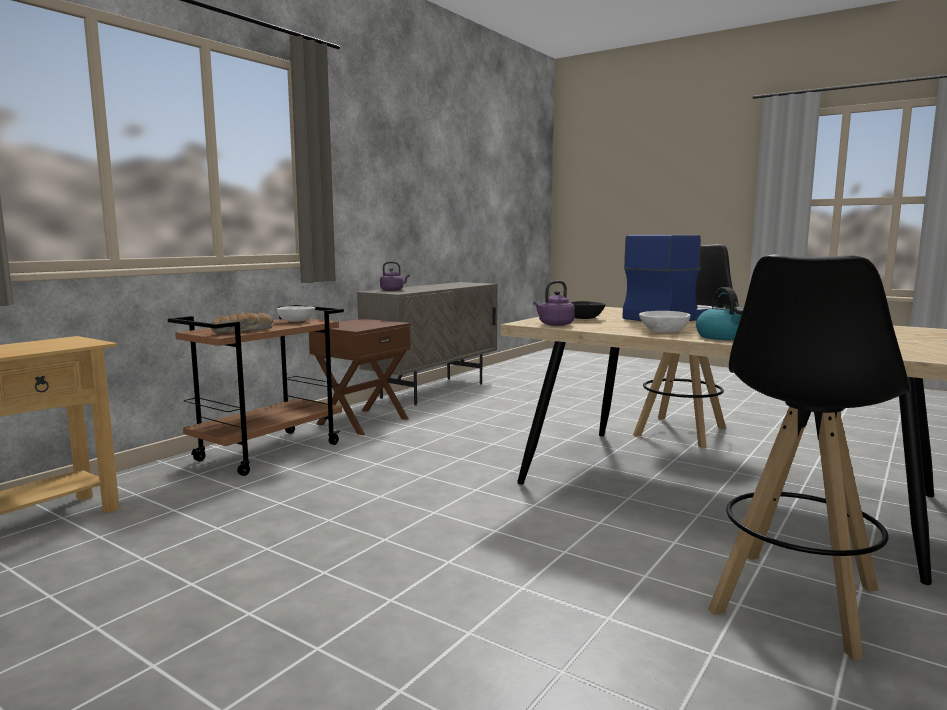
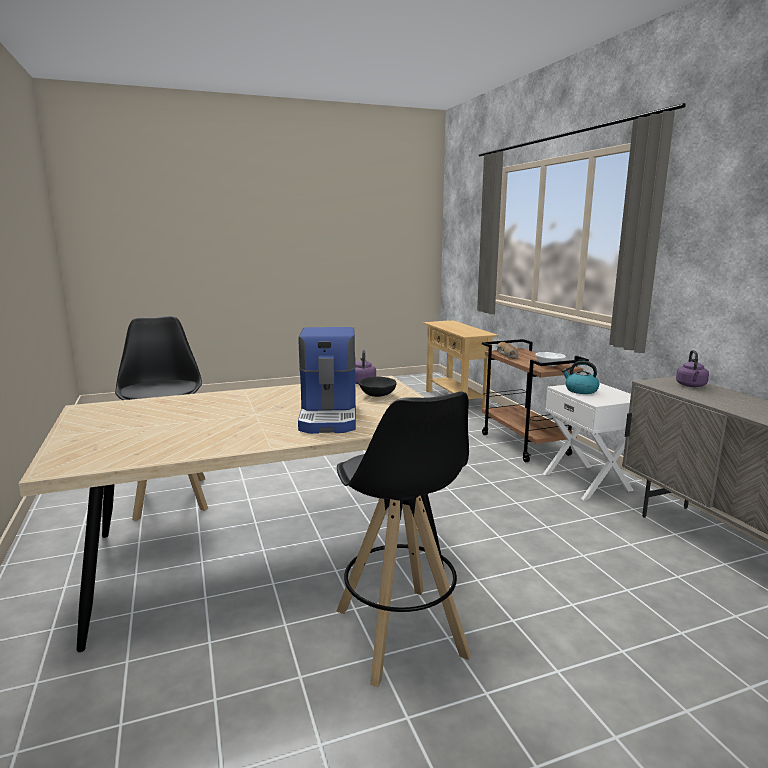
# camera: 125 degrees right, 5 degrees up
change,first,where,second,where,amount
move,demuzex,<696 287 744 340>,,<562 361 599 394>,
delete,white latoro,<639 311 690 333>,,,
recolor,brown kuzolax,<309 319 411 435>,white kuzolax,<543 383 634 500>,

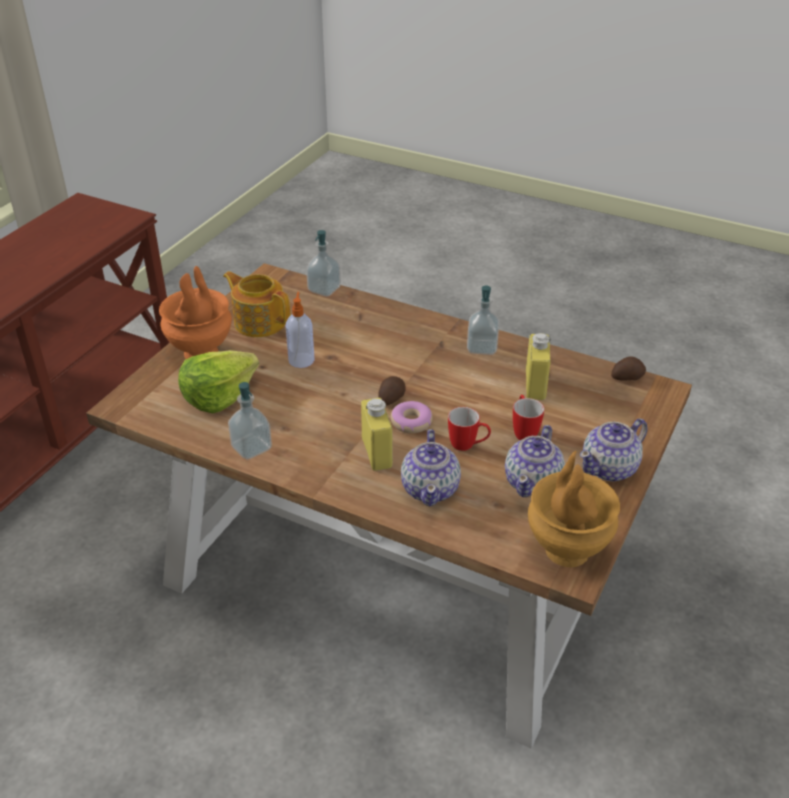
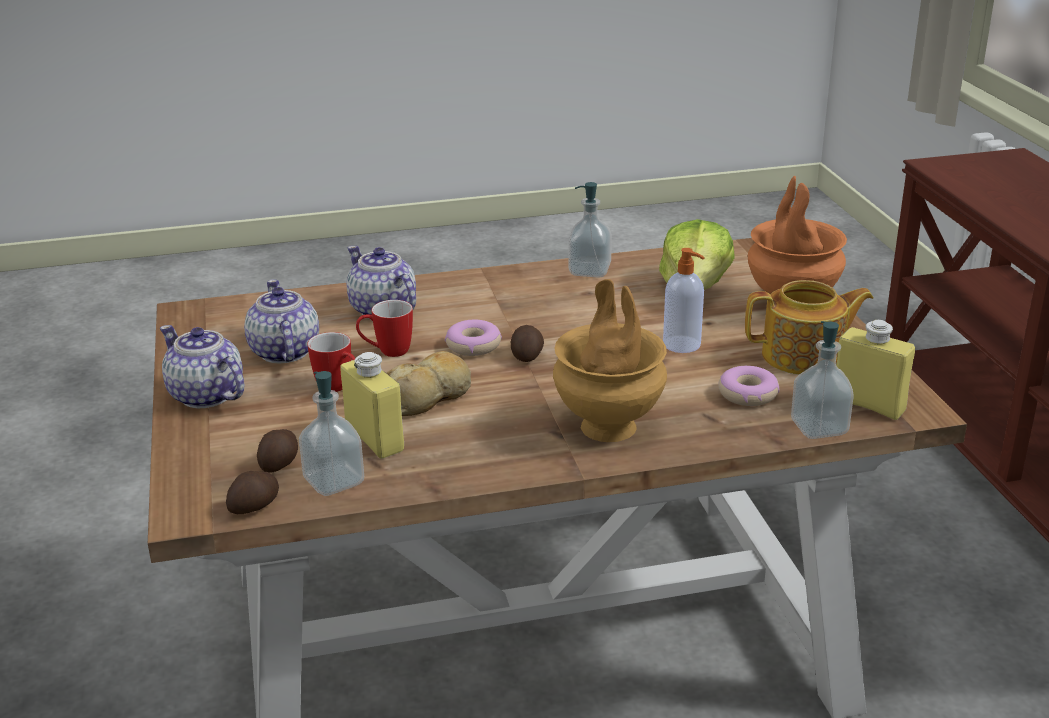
# camera: 140 degrees right, 10 degrees down
change,first,where,second,where,amount
move,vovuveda,<467 286 499 355>,,<299 371 364 496>,
move,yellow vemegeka,<361 398 393 471>,,<837 320 915 420>,
rotate,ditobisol,<580 418 647 482>,,<160 325 244 408>,60 degrees counterclockwise
move,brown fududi,<528 451 620 567>,,<553 279 667 442>,
insert,,,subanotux,<387 351 471 416>,
insert,,,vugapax,<718 366 780 406>,
insert,,,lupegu,<257 429 298 472>,

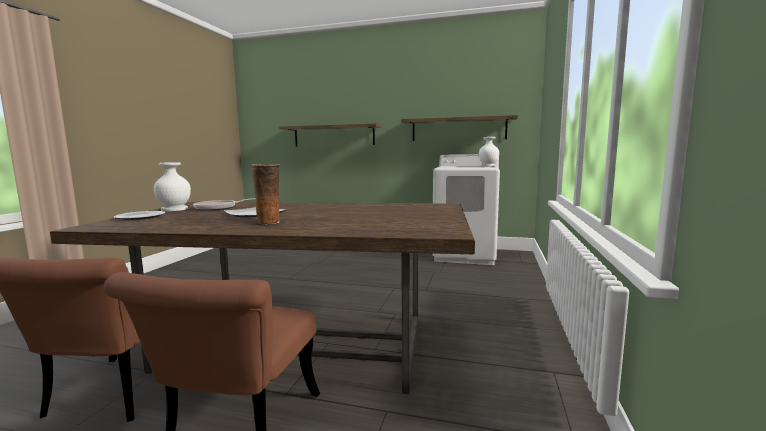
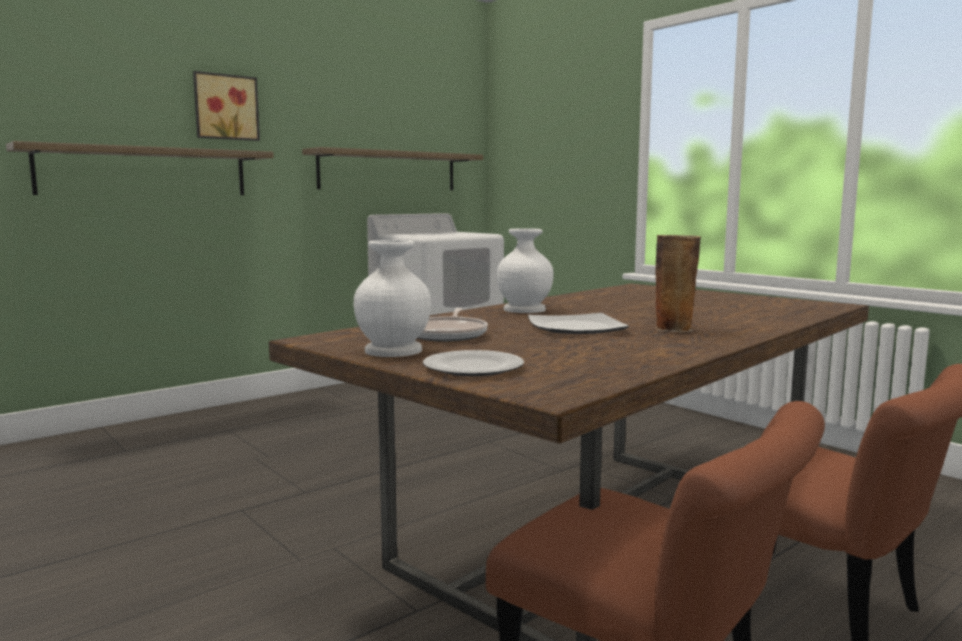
# camera: 55 degrees left, 0 degrees up
change,first,where,second,where,amount
move,white fududi,<479 137 499 167>,,<497 228 554 313>,
insert,,,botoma,<193 71 260 141>,

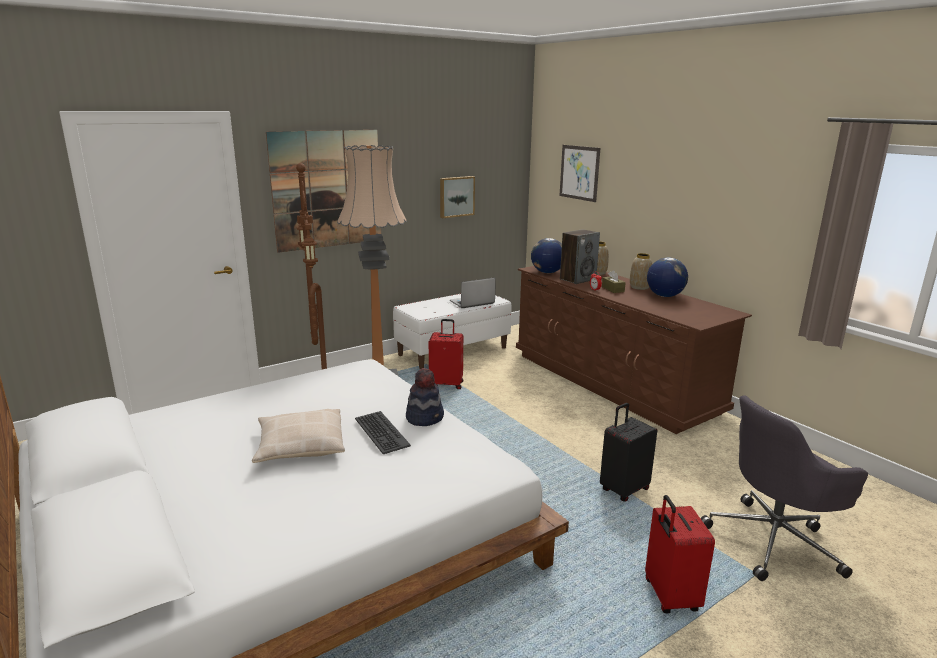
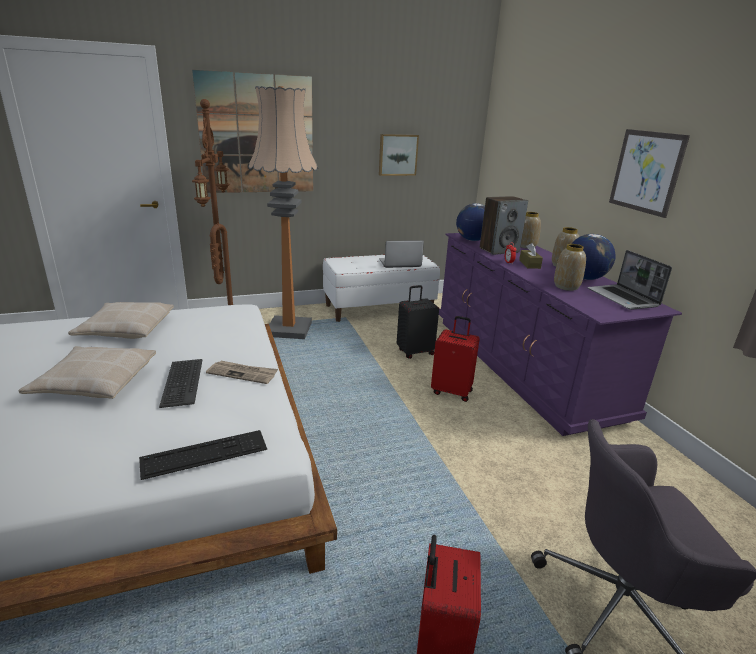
# camera: 15 degrees right, 5 degrees up
change,first,where,second,where,amount
move,botoma,<559 145 600 202>,,<609 129 690 218>,
recolor,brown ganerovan,<516 266 752 434>,purple ganerovan,<439 233 682 436>,
move,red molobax,<429 319 463 389>,,<431 316 480 402>,
replace,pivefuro,<406 368 444 426>,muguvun,<206 361 278 384>,
move,black molobax,<600 403 657 502>,,<397 285 439 359>,
insert,,,fududi,<554 244 586 291>,
insert,,,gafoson,<588 250 672 310>,
insert,,,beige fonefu,<68 302 174 339>,
insert,,,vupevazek,<139 430 267 480>,

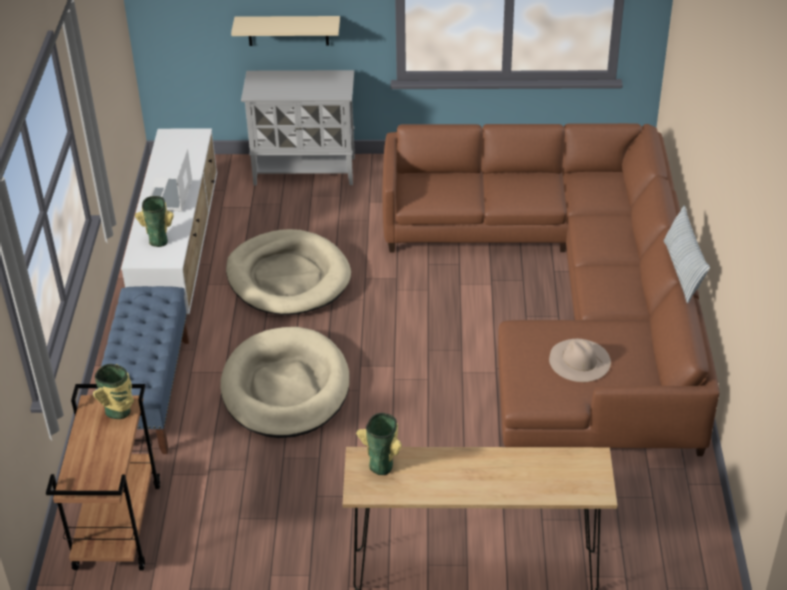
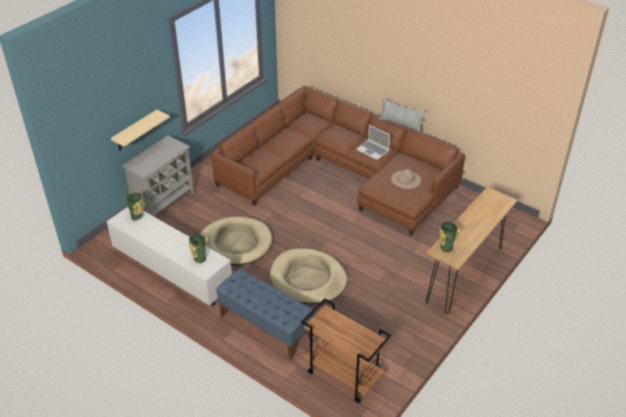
# camera: 55 degrees left, 0 degrees up
change,first,where,second,where,amount
move,gafoson,<148 149 193 211>,,<356 125 390 160>,
move,fududi,<93 364 134 419>,,<126 193 145 220>,

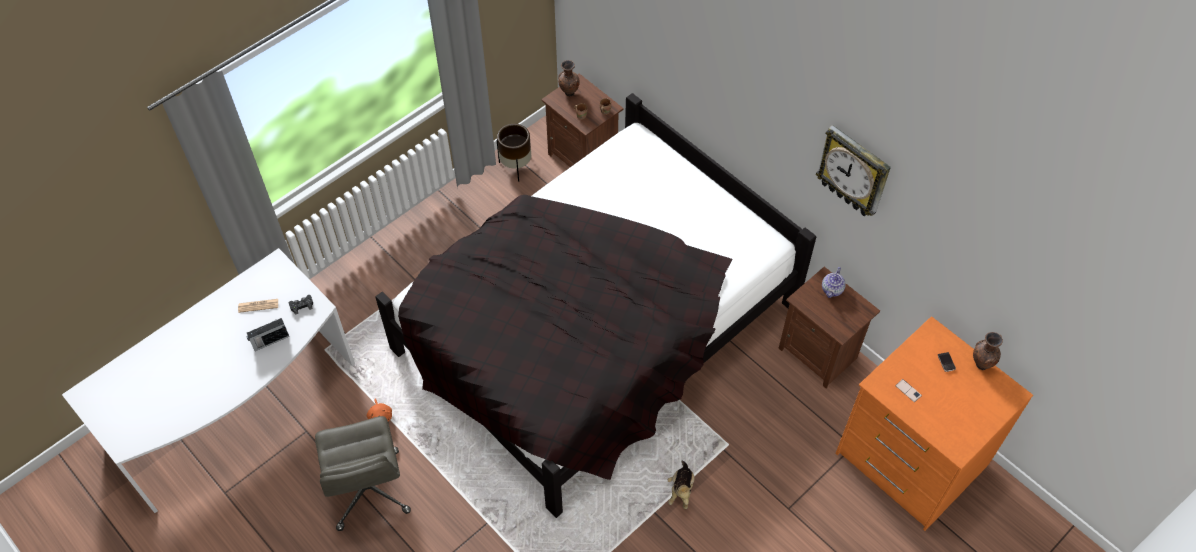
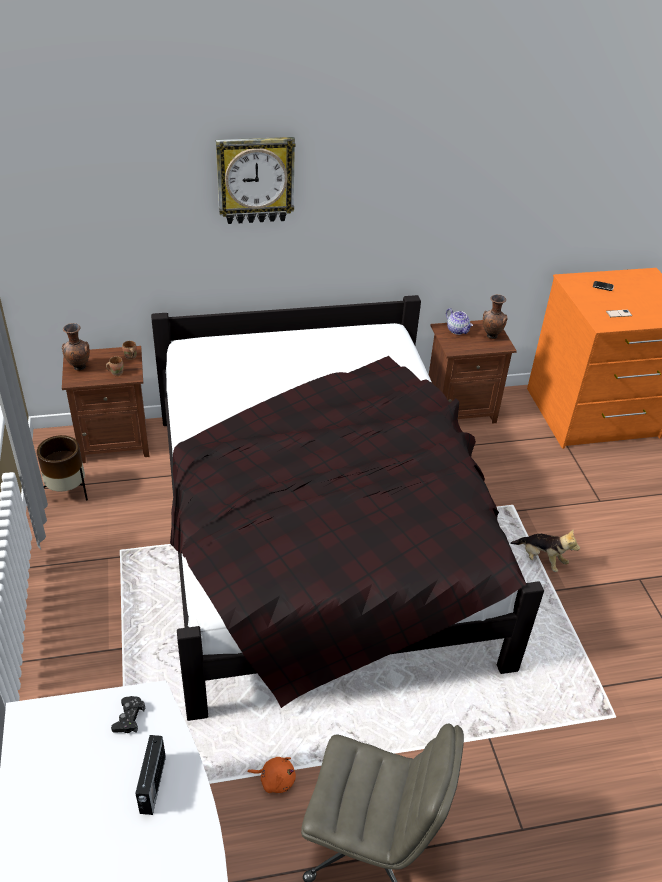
# camera: 60 degrees left, 15 degrees down
change,first,where,second,where,amount
move,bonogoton,<816 125 891 216>,,<216 137 295 224>,
delete,muguvun,<238 299 278 313>,,,
move,brown fududi,<973 332 1003 370>,,<483 294 508 339>,

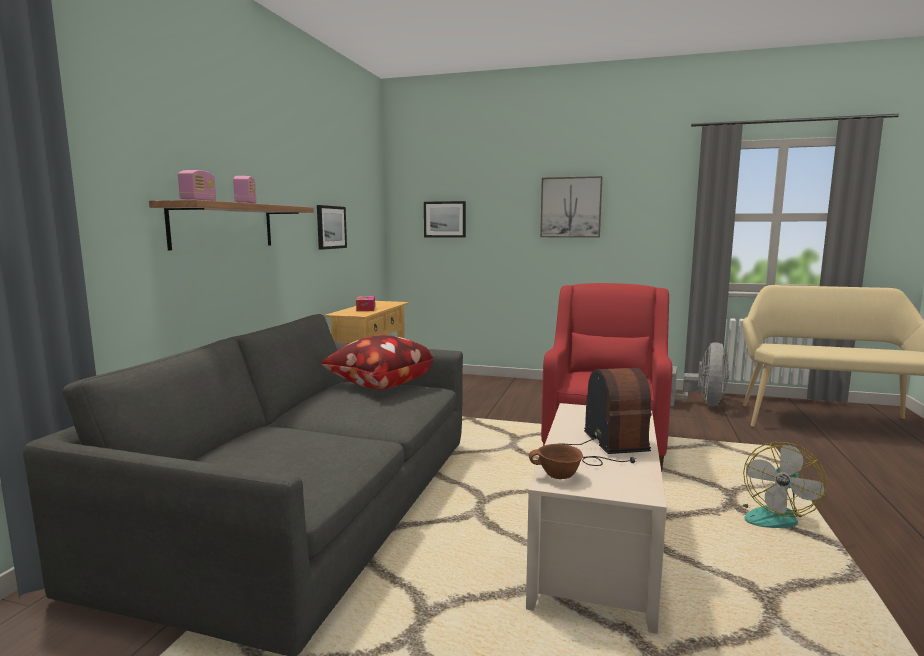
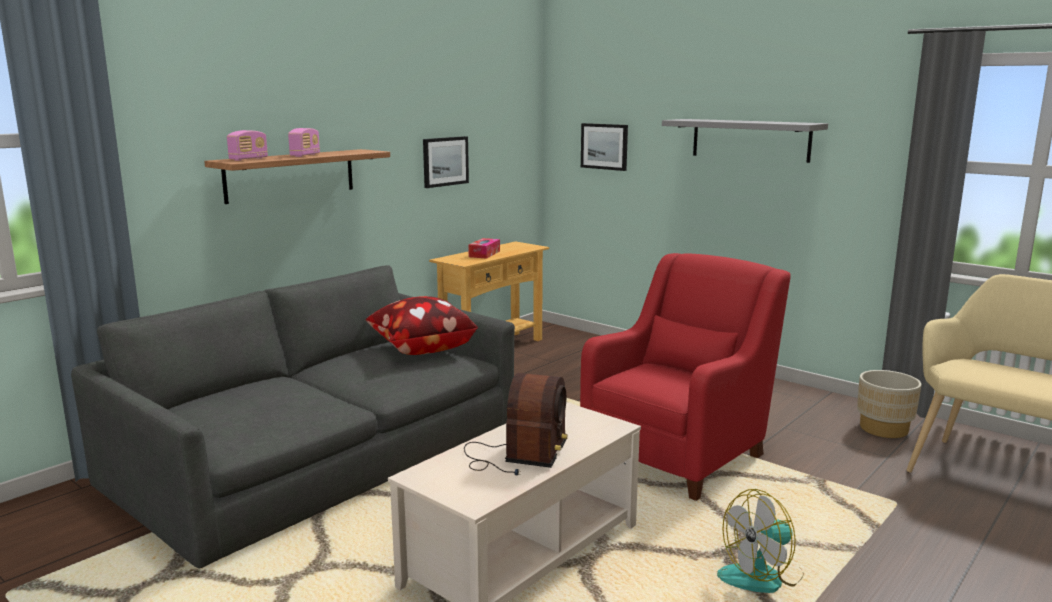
# camera: 25 degrees right, 5 degrees up
change,first,where,second,where,amount
replace,botoma,<540 176 602 238>,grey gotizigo,<662 119 828 163>,
replace,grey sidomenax,<670 342 729 406>,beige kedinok,<857 370 921 438>,
delete,brown latoro,<529 444 583 479>,,,

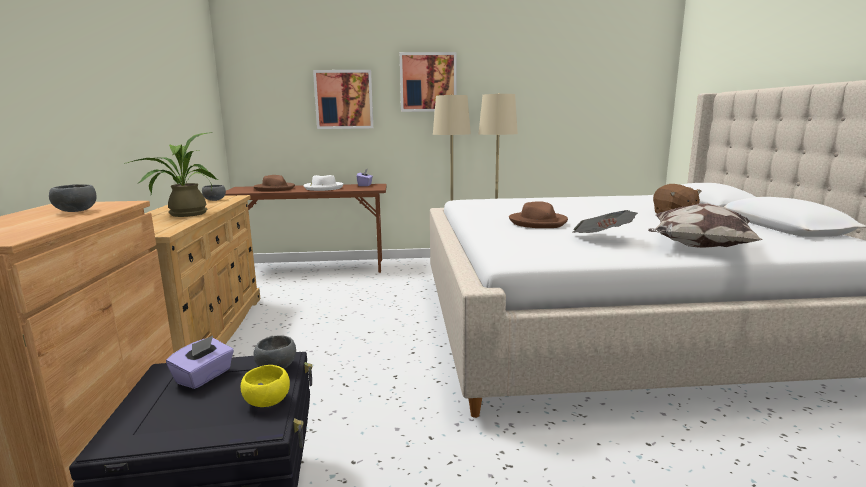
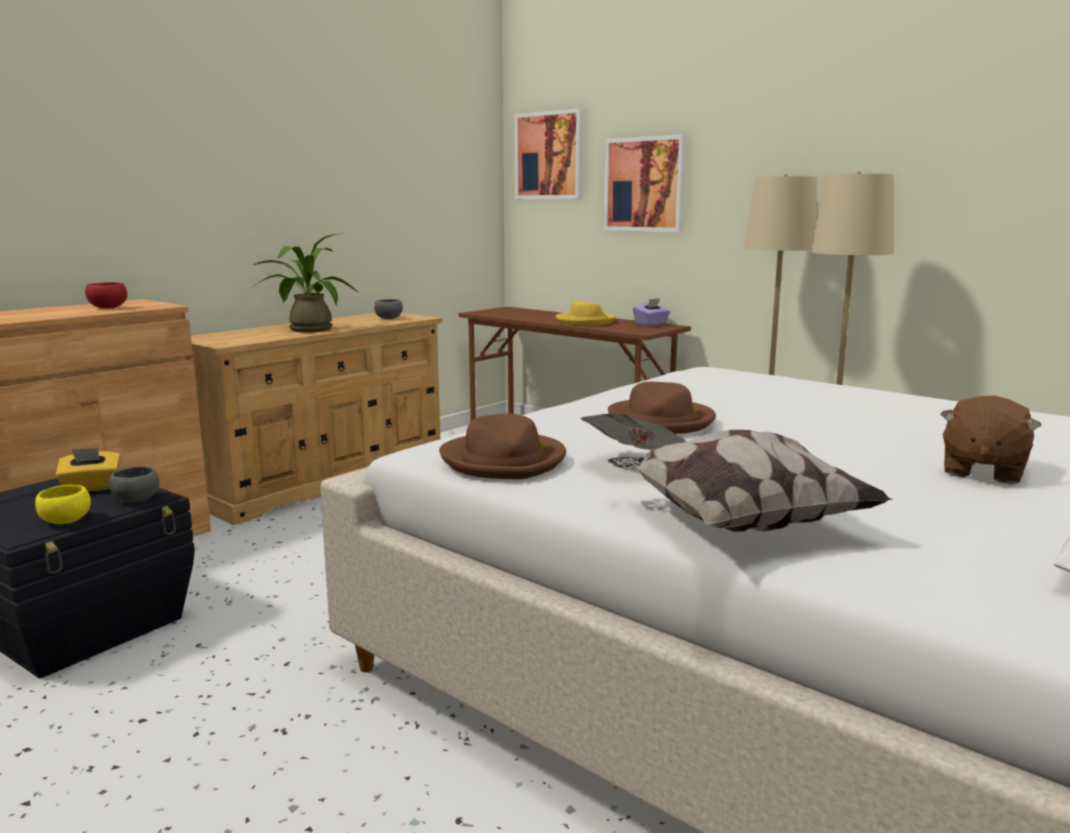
# camera: 45 degrees right, 0 degrees up
change,first,where,second,where,amount
move,botoma,<400 52 456 112>,,<515 108 583 199>,
move,brown pivefuro,<254 175 295 192>,,<439 413 566 479>,
recolor,white pivefuro,<303 175 344 191>,yellow pivefuro,<556 301 616 326>,
recolor,grey latoro,<49 184 97 212>,red latoro,<85 282 127 308>,
recolor,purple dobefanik,<166 335 234 389>,yellow dobefanik,<55 448 121 491>,

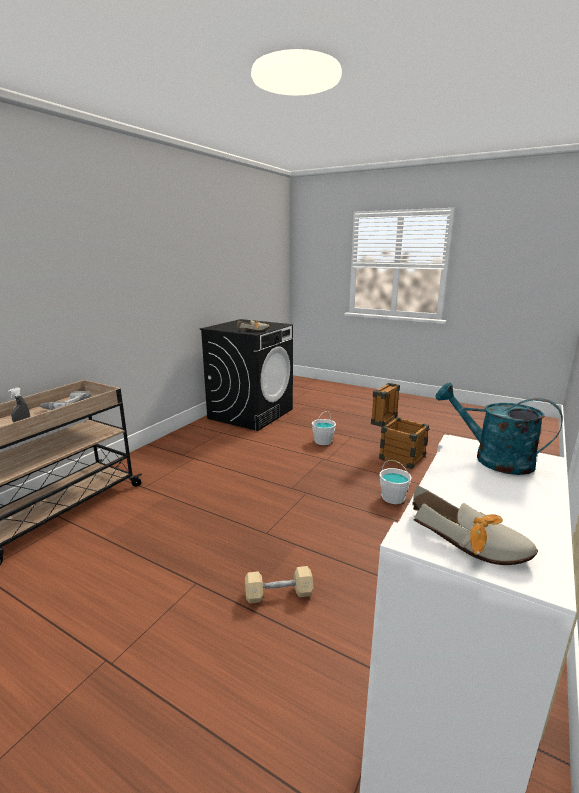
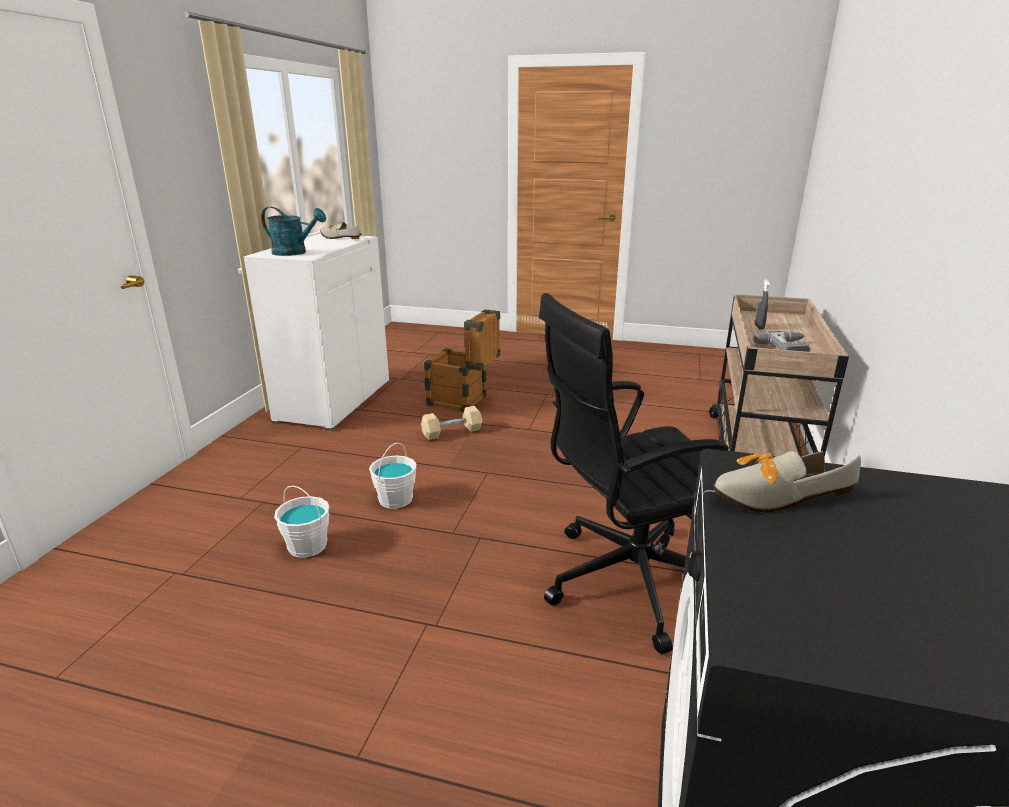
# camera: 165 degrees right, 5 degrees up
change,first,where,second,where,amount
move,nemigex,<371 383 429 469>,,<424 310 500 412>,
move,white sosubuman,<312 411 336 445>,,<369 443 416 509>,
insert,,,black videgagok,<539 293 728 654>,

